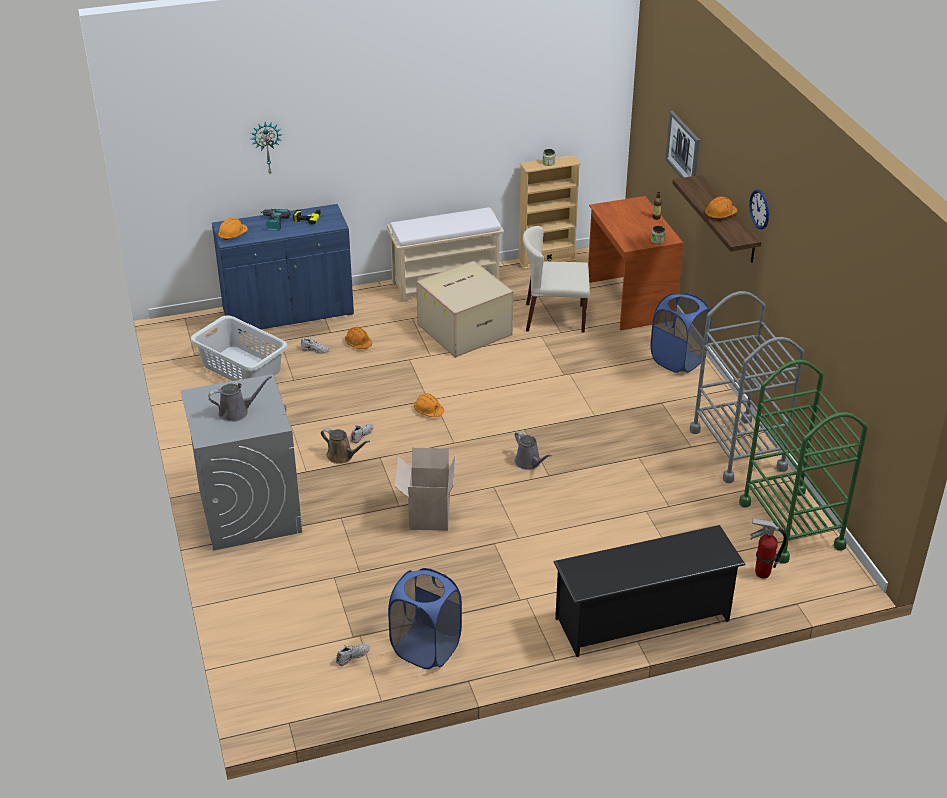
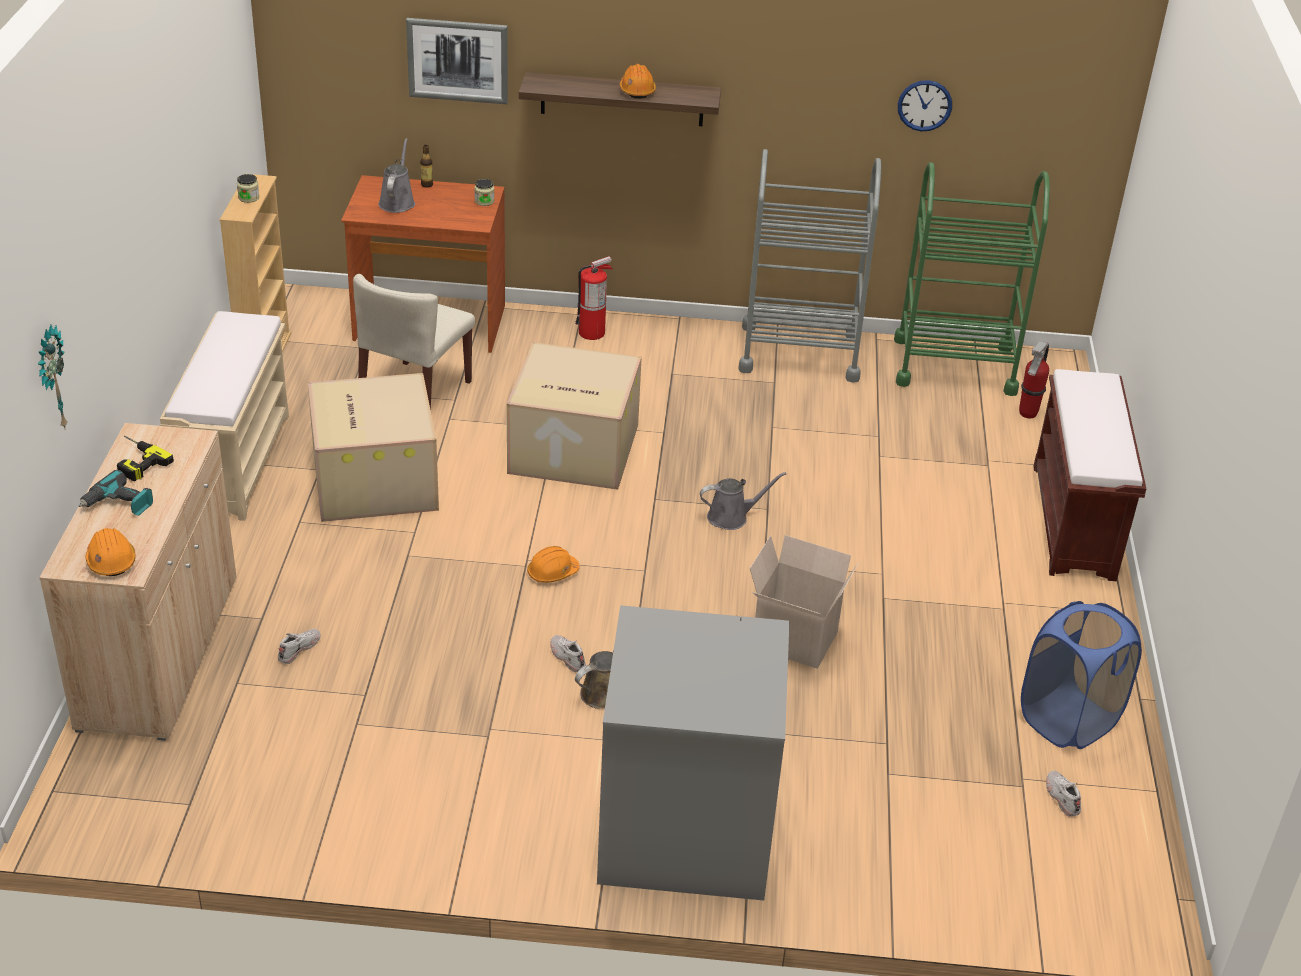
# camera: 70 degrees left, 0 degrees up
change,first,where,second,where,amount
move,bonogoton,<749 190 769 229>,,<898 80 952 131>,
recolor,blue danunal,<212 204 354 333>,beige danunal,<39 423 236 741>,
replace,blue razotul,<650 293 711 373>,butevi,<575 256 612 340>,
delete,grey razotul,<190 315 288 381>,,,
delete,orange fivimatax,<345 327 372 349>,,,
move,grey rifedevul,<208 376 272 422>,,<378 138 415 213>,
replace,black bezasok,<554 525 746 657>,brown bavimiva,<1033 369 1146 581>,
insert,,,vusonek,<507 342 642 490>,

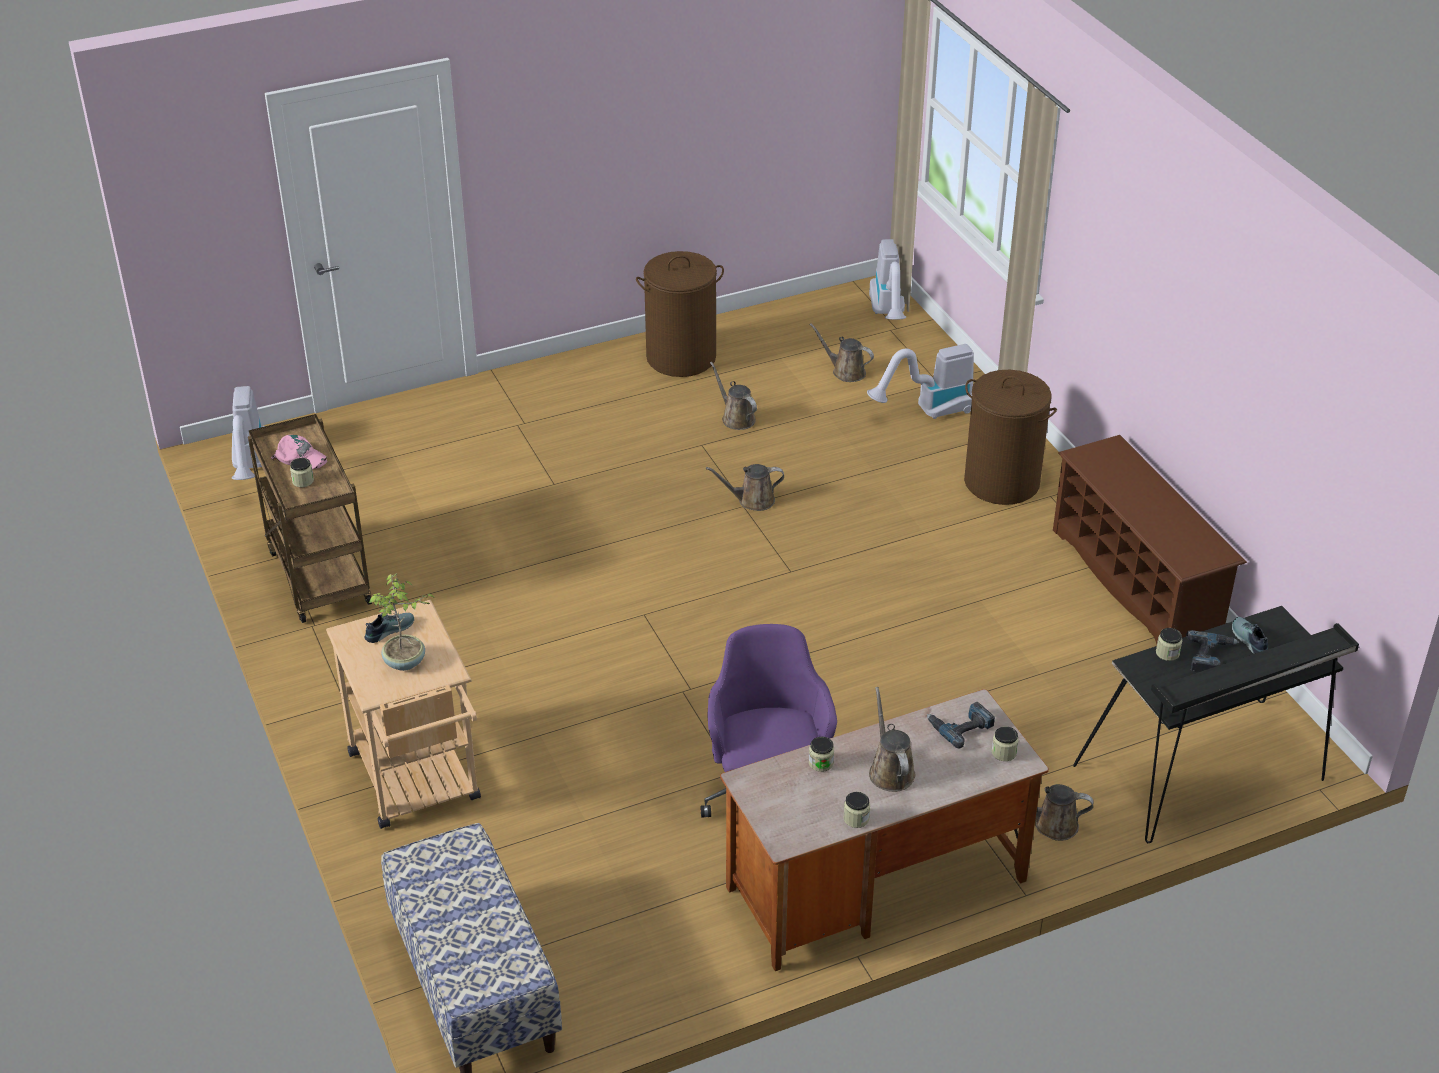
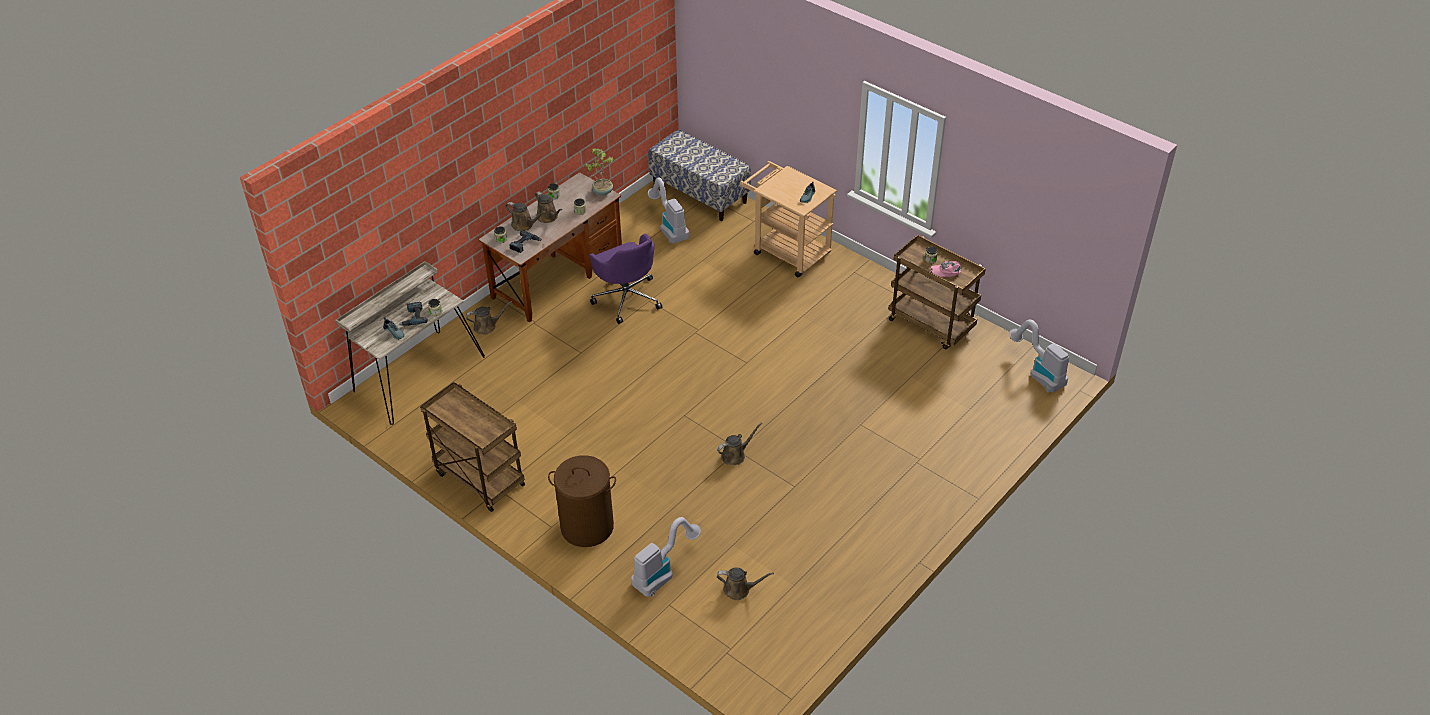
# camera: 155 degrees right, 5 degrees up
change,first,where,second,where,amount
move,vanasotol,<869 239 906 320>,,<648 177 689 244>,
delete,brown razotul,<636 251 724 377>,,,
move,brown rifedevul,<710 362 757 430>,,<506 202 546 231>,
replace,brown bezasok,<1053 435 1247 644>,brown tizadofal,<420 382 525 512>,
move,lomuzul,<369 573 435 671>,,<585 149 614 196>,
recolor,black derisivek,<1073 606 1359 843>,beige derisivek,<335 261 485 425>,

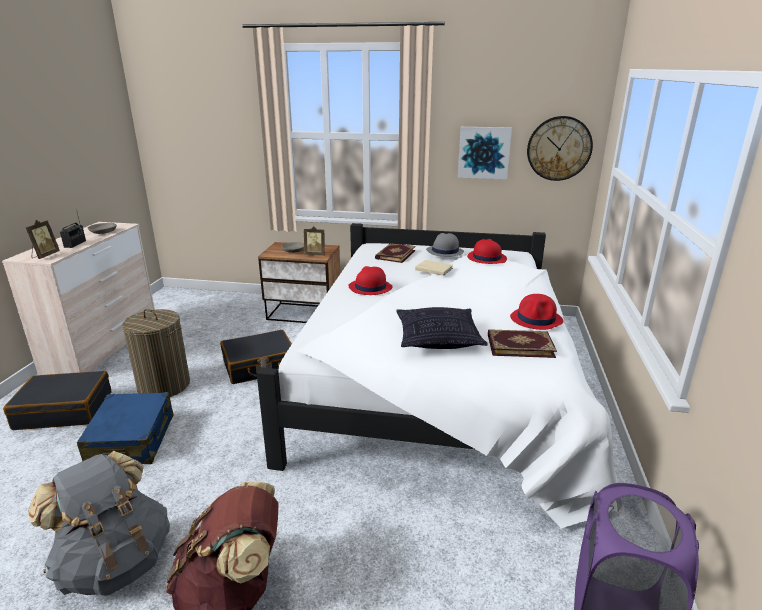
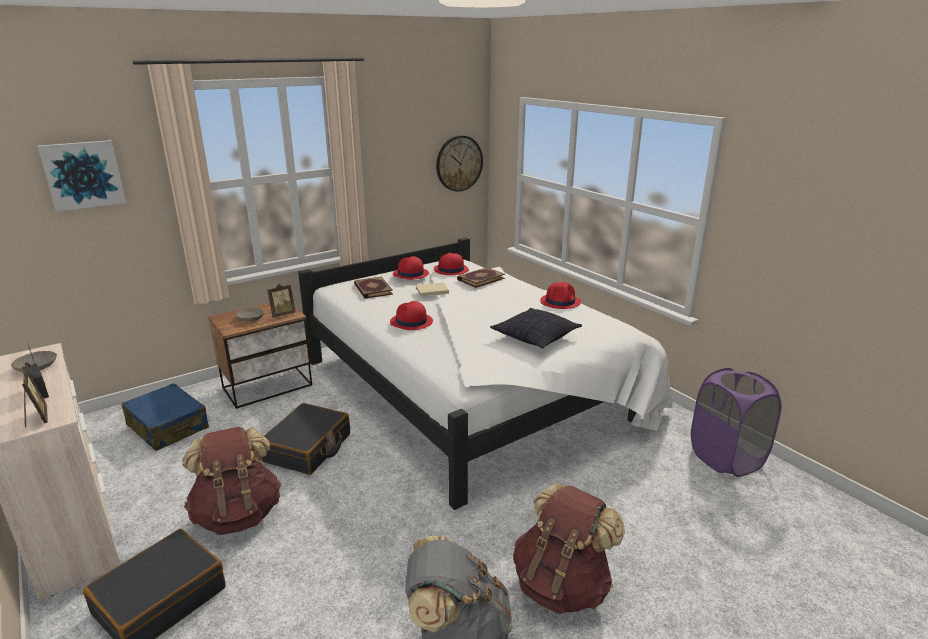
# camera: 45 degrees left, 0 degrees up
change,first,where,second,where,amount
move,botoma,<458 127 512 179>,,<38 140 126 211>,
recolor,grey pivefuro,<426 233 464 257>,red pivefuro,<393 256 429 280>,
replace,razotul,<122 309 190 397>,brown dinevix,<182 427 281 535>,
move,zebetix,<488 329 557 358>,,<457 267 505 288>,
move,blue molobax,<77 392 173 464>,,<121 383 209 451>,

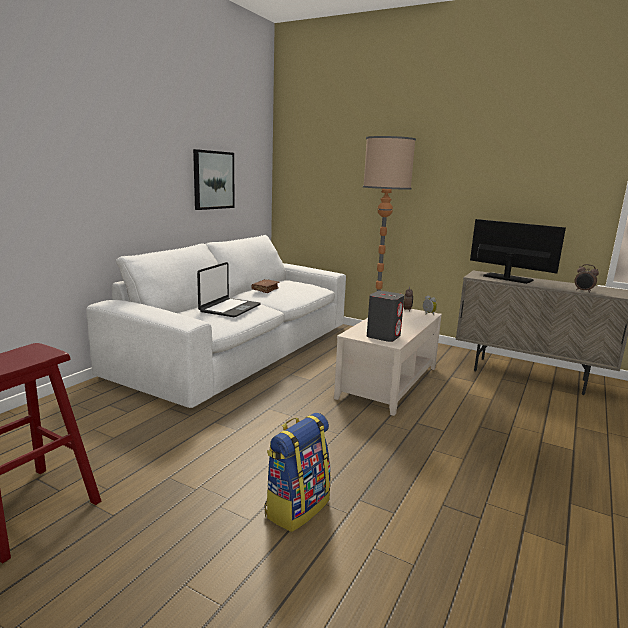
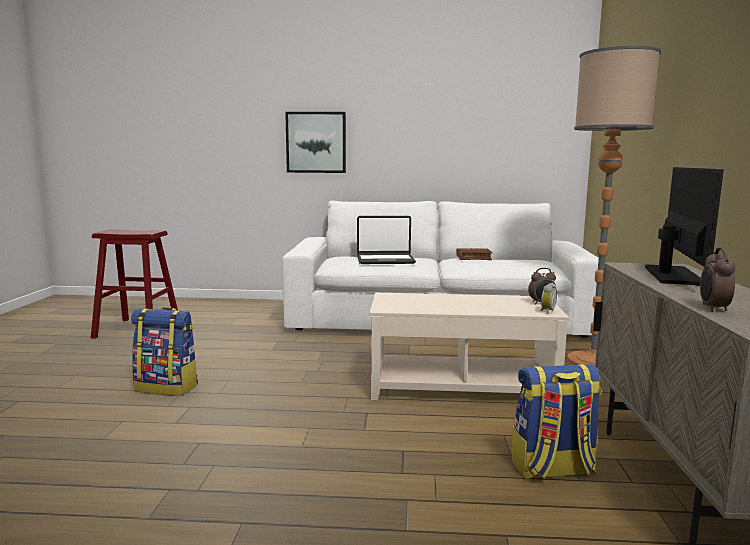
# camera: 65 degrees right, 5 degrees down
change,first,where,second,where,amount
move,botoma,<193 149 235 210>,,<285 112 346 173>,
delete,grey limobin,<367 291 404 342>,,,
insert,,,dinevix,<512 364 602 479>,

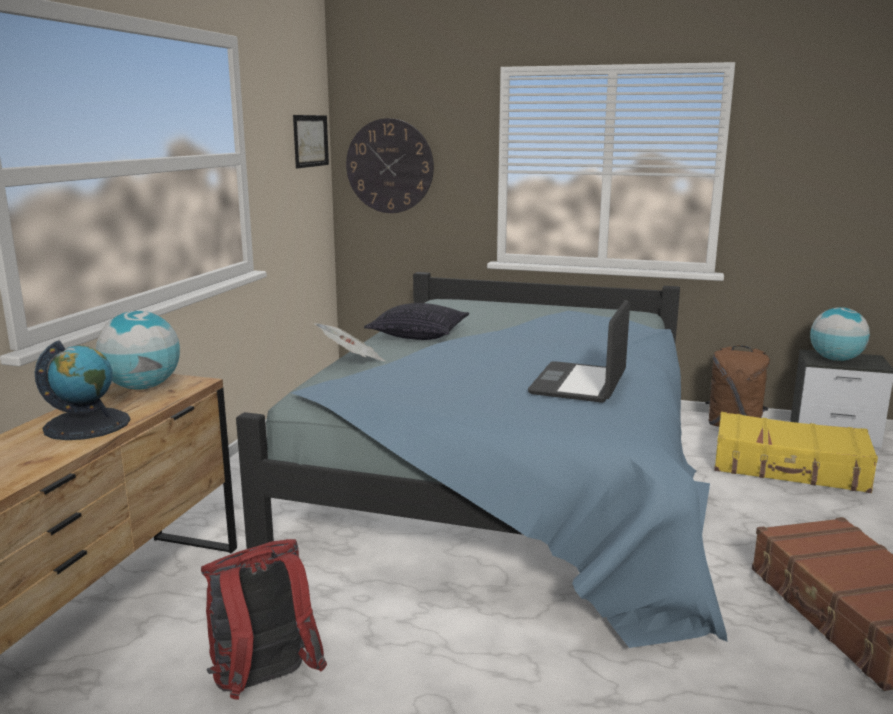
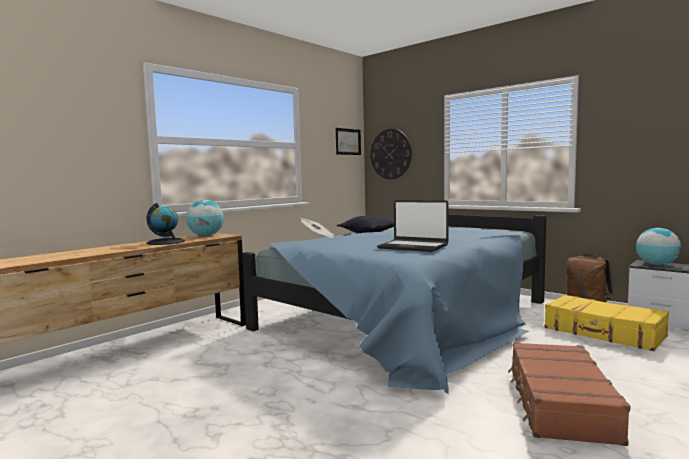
# camera: 25 degrees right, 10 degrees down
change,first,where,second,where,amount
rotate,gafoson,<528 300 630 403>,,<377 200 449 252>,105 degrees counterclockwise
delete,red dinevix,<201 539 327 700>,,,

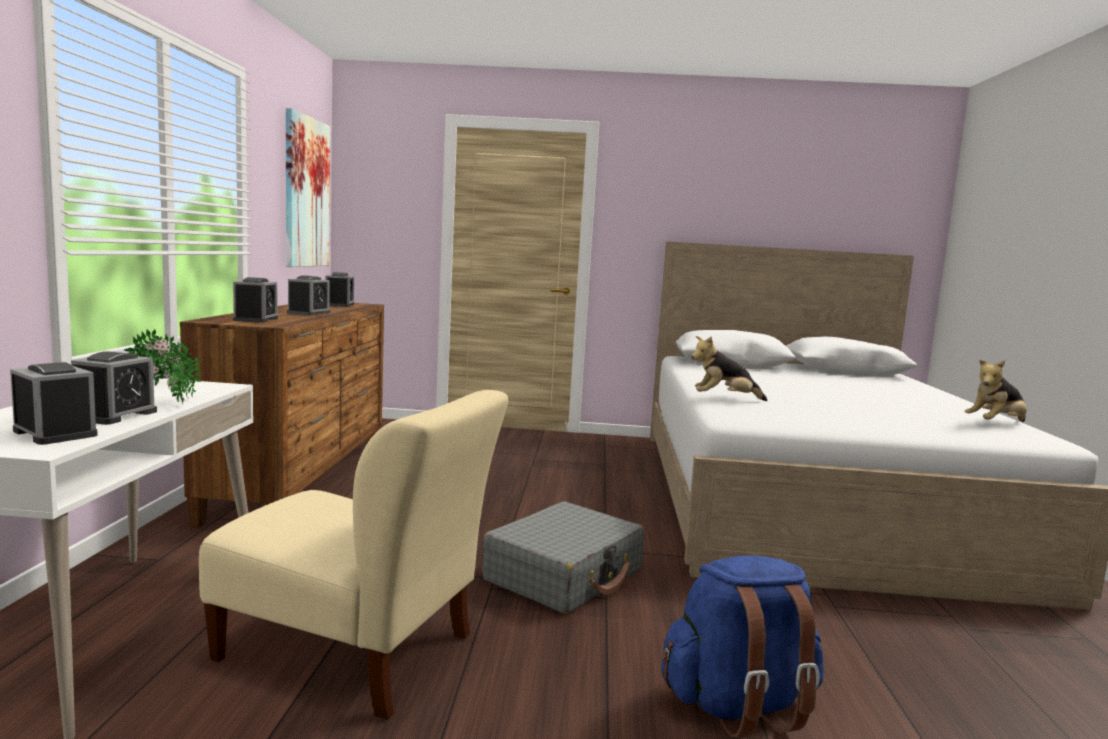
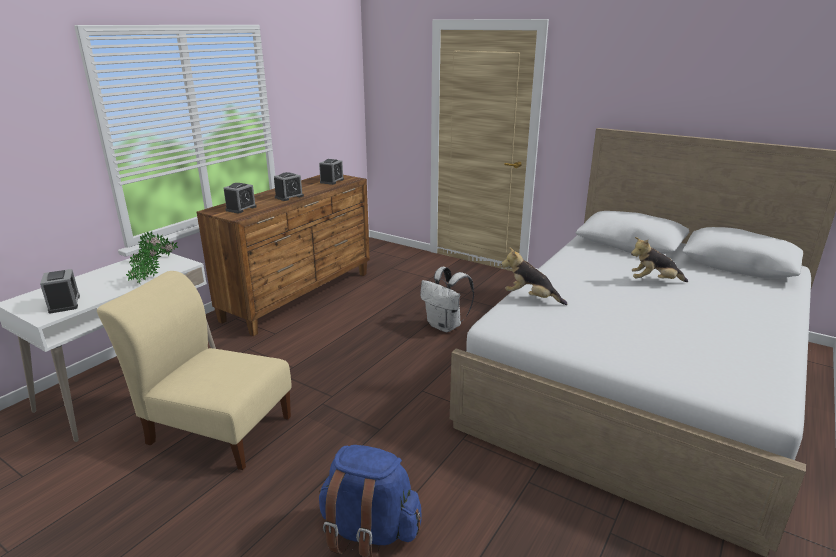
# camera: 30 degrees right, 15 degrees up
change,first,where,second,where,amount
delete,botoma,<286 108 330 267>,,,
delete,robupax,<71 351 157 425>,,,
move,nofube,<964 359 1027 422>,,<631 237 688 282>,
rotate,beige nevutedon,<199 390 508 720>,,<97 271 292 470>,150 degrees clockwise
delete,grey molobax,<482 501 644 614>,,,
insert,,,white dinevix,<420 267 474 332>,

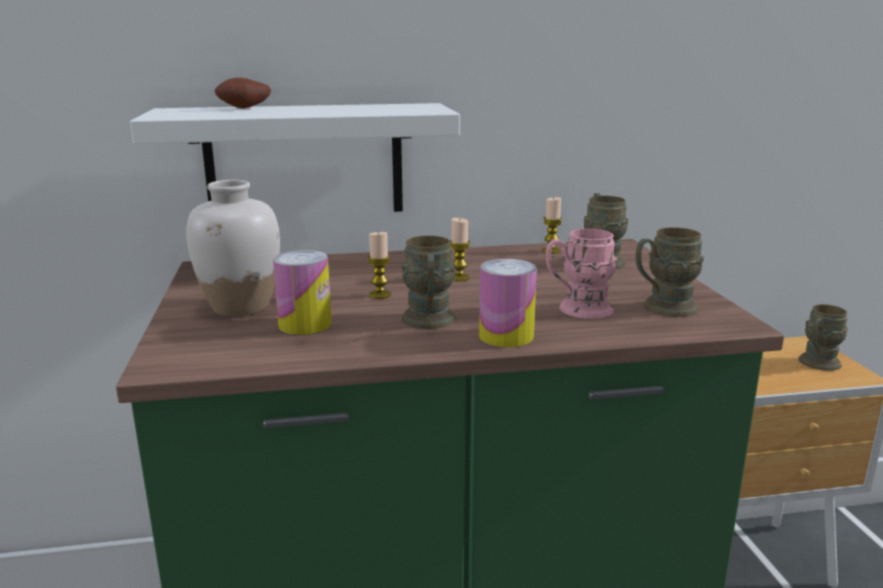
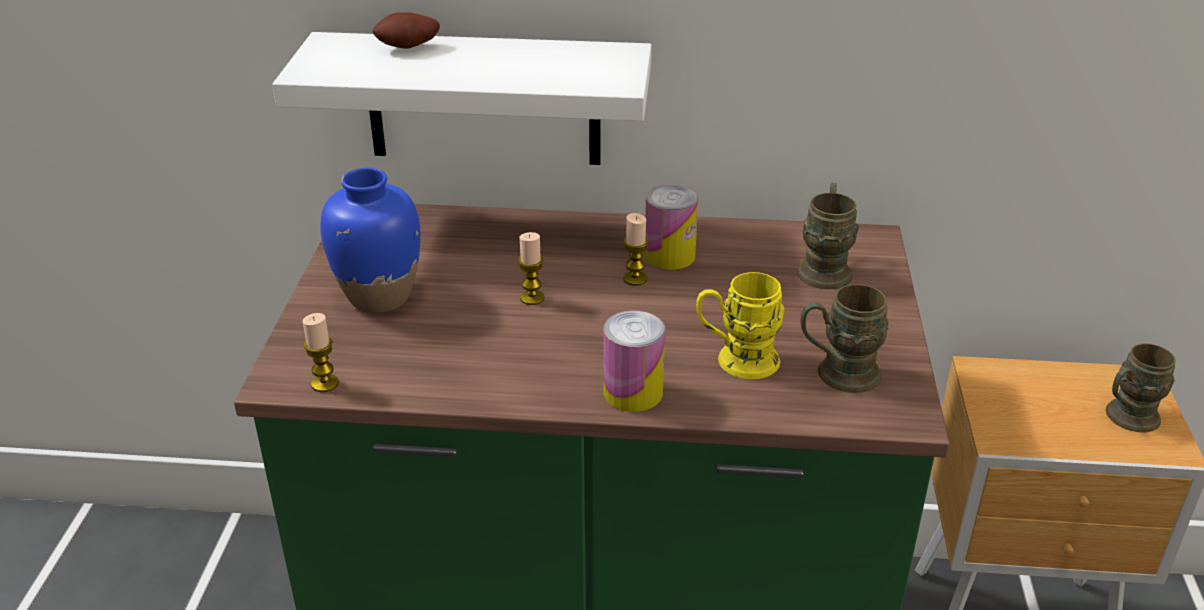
# camera: 15 degrees right, 15 degrees up
change,first,where,second,where,amount
recolor,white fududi,<186 180 280 316>,blue fududi,<320 168 421 313>,
move,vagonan,<542 197 562 254>,,<302 313 339 392>,
recolor,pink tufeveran,<546 229 617 319>,yellow tufeveran,<696 272 785 379>,
delete,brown tufeveran,<401 236 456 329>,,,
move,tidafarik,<273 250 332 335>,,<645 184 698 270>,

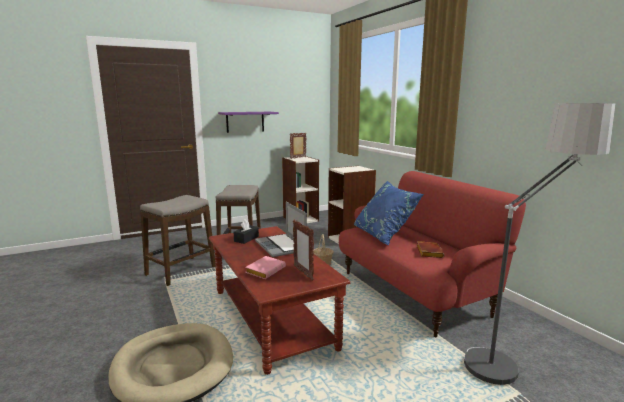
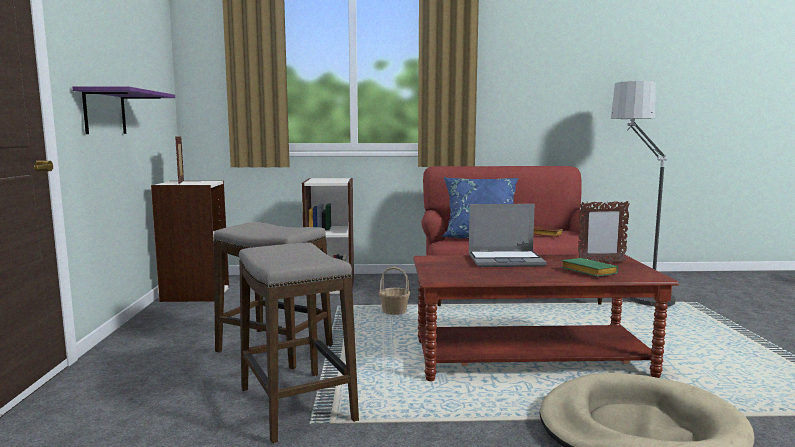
# camera: 65 degrees left, 5 degrees down
change,first,where,second,where,amount
delete,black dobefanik,<234 219 259 244>,,,
recolor,pink zebetix,<245 256 286 279>,green zebetix,<561 258 618 277>,

